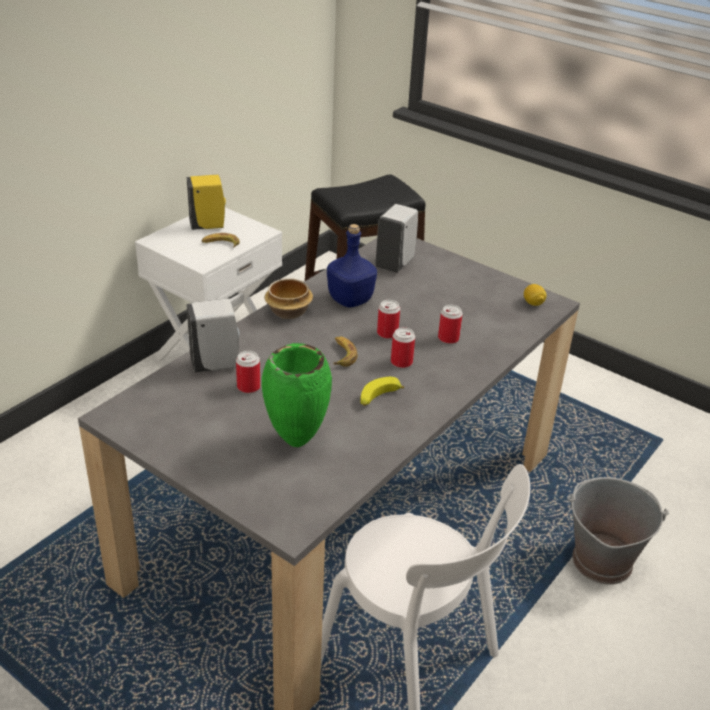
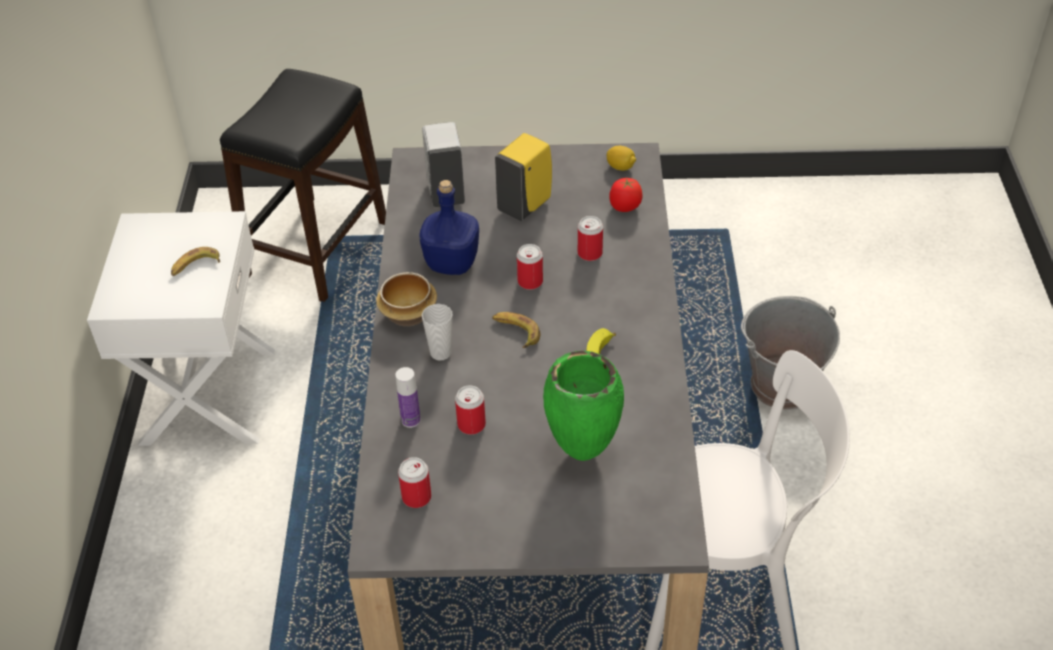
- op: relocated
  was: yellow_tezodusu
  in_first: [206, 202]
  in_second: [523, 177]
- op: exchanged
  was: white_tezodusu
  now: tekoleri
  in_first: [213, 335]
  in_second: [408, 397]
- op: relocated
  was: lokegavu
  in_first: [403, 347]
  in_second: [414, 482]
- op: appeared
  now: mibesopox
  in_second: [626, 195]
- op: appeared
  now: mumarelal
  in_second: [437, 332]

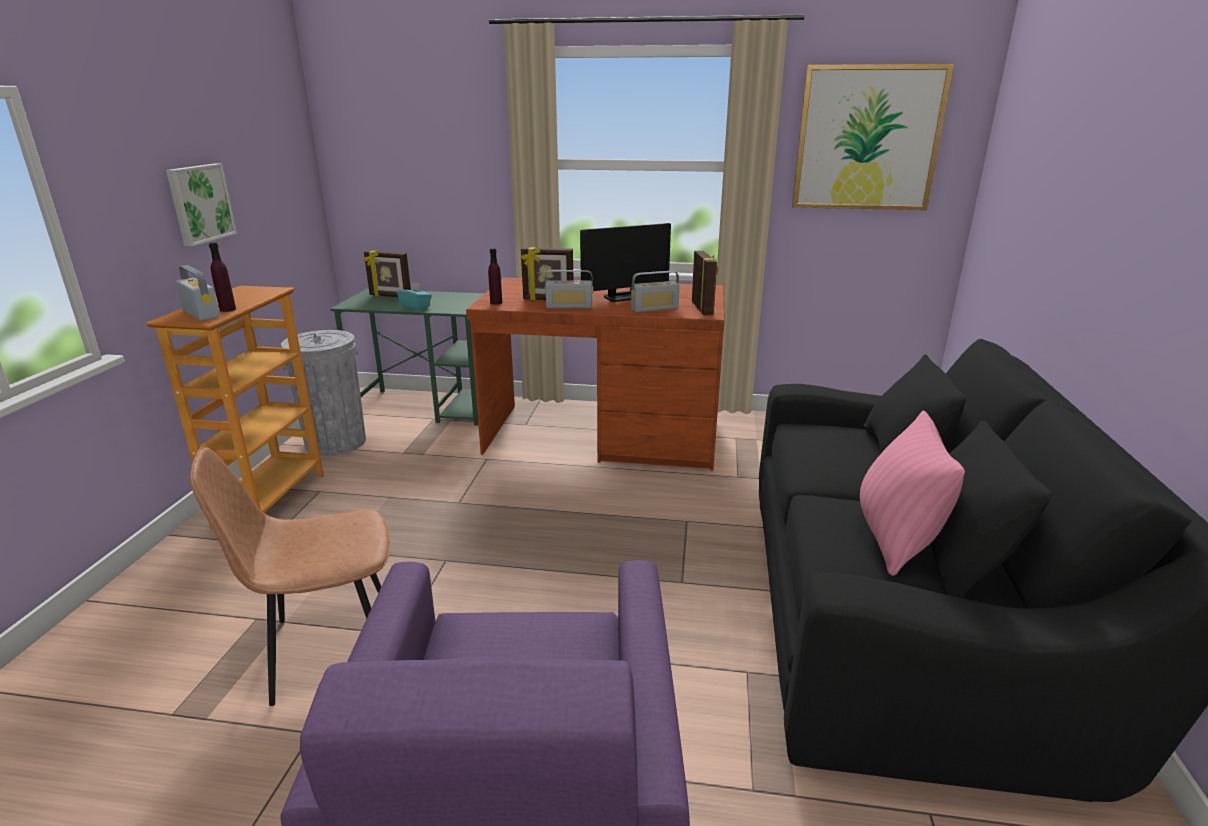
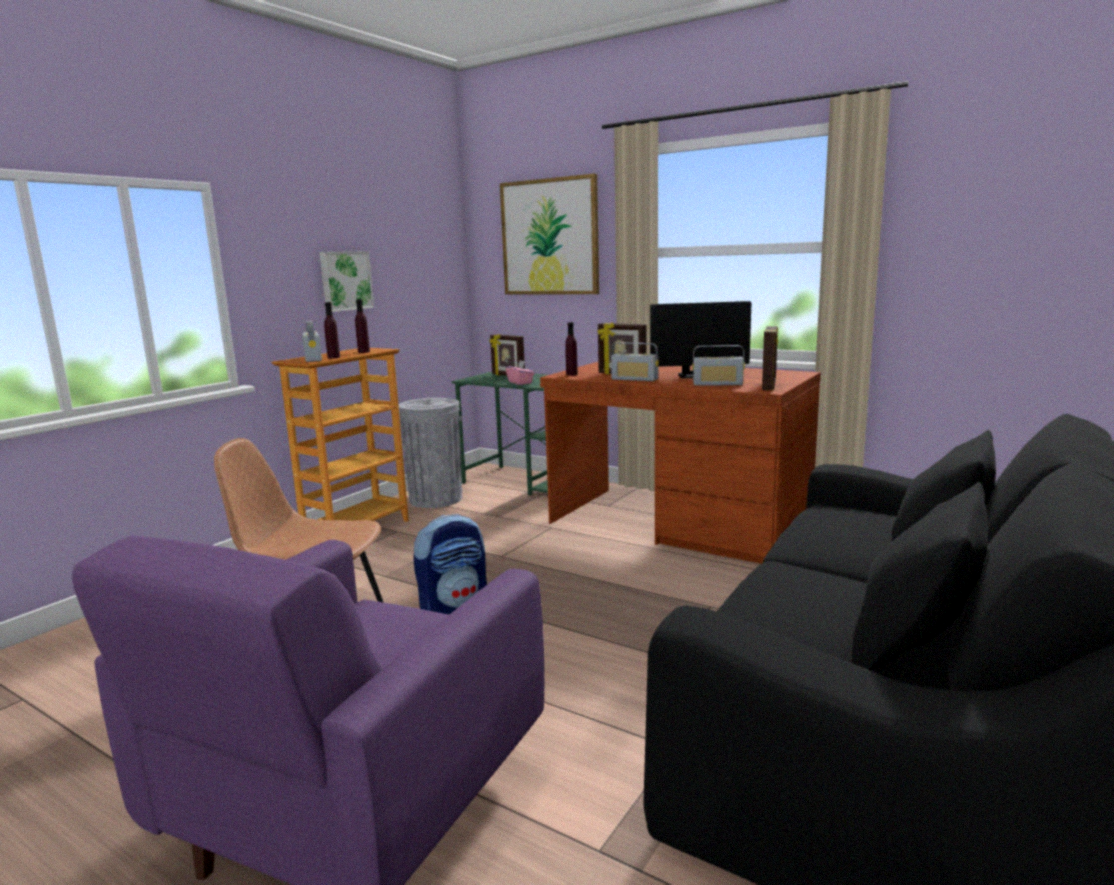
- op: relocated
  was: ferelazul
  in_first: [873, 137]
  in_second: [549, 234]
- op: colour
  was: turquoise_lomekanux
  now: pink_lomekanux
  in_first: [414, 296]
  in_second: [520, 373]
- op: missing
  was: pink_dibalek
  in_first: [912, 493]
- op: appeared
  now: purple_tekoleri
  in_second: [362, 326]
- op: appeared
  now: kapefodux
  in_second: [450, 564]

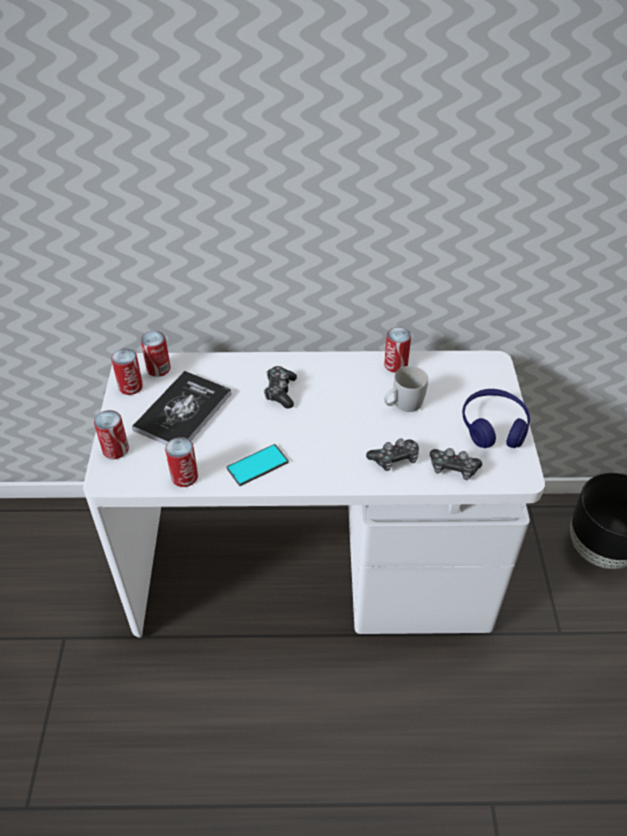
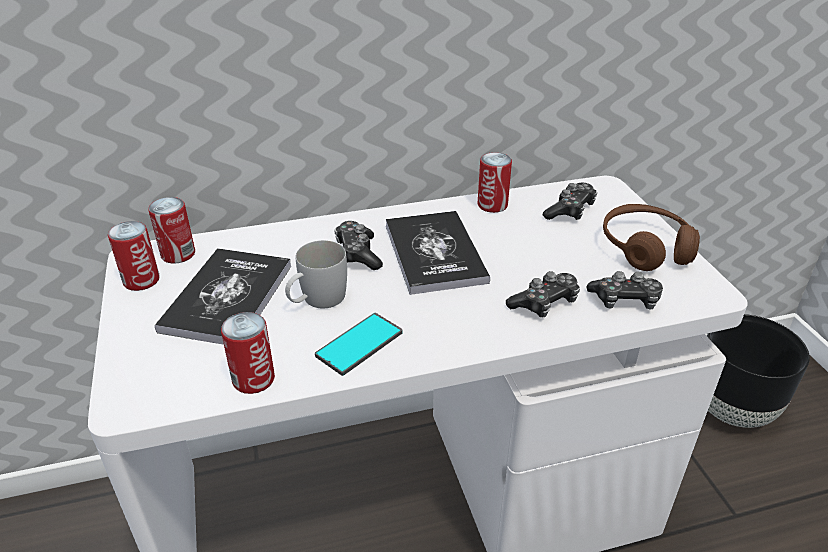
- op: relocated
  was: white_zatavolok
  in_first: [406, 389]
  in_second: [316, 274]
- op: colour
  was: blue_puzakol
  now: brown_puzakol
  in_first: [496, 418]
  in_second: [651, 237]
- op: missing
  was: lokegavu
  in_first: [111, 434]
- op: appeared
  now: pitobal
  in_second: [570, 201]
- op: appeared
  now: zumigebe
  in_second: [438, 253]

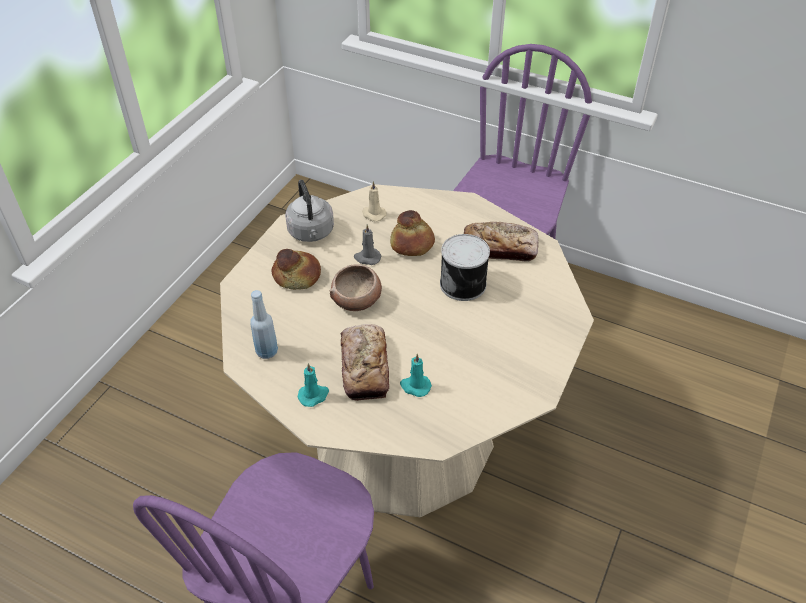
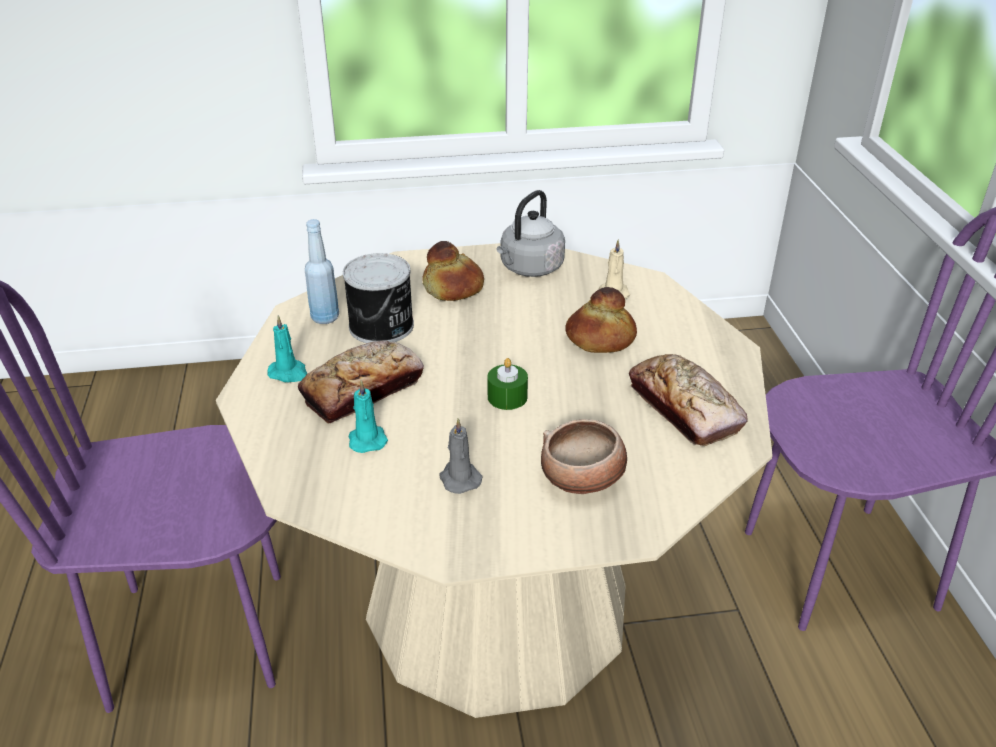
- op: relocated
  was: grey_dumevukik
  in_first: [367, 244]
  in_second: [461, 456]
- op: relocated
  was: lokegavu
  in_first: [465, 267]
  in_second: [378, 298]
- op: relocated
  was: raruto
  in_first: [356, 287]
  in_second: [584, 456]
- op: appeared
  now: green_dumevukik
  in_second: [507, 384]

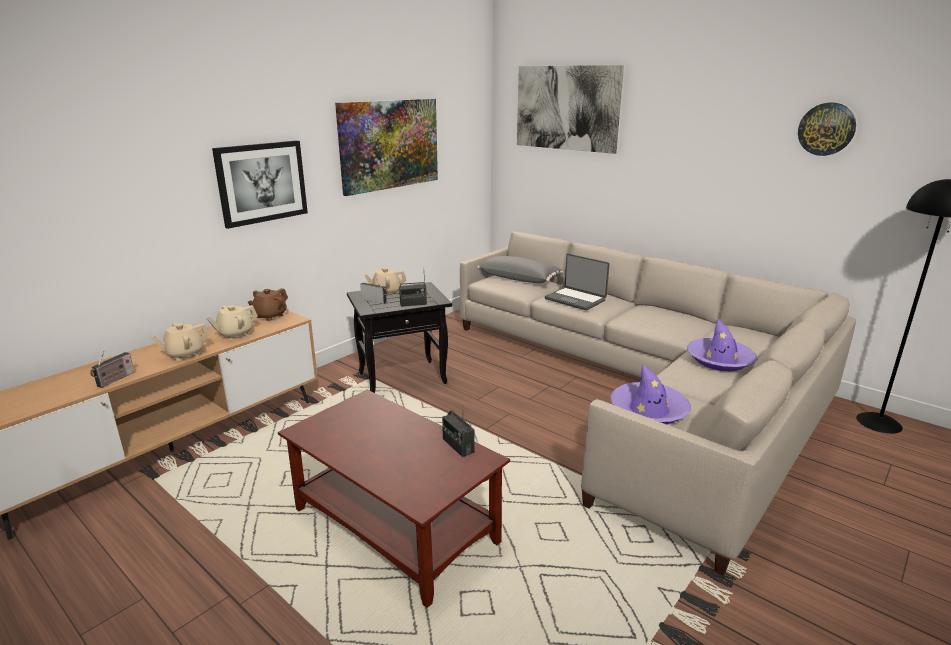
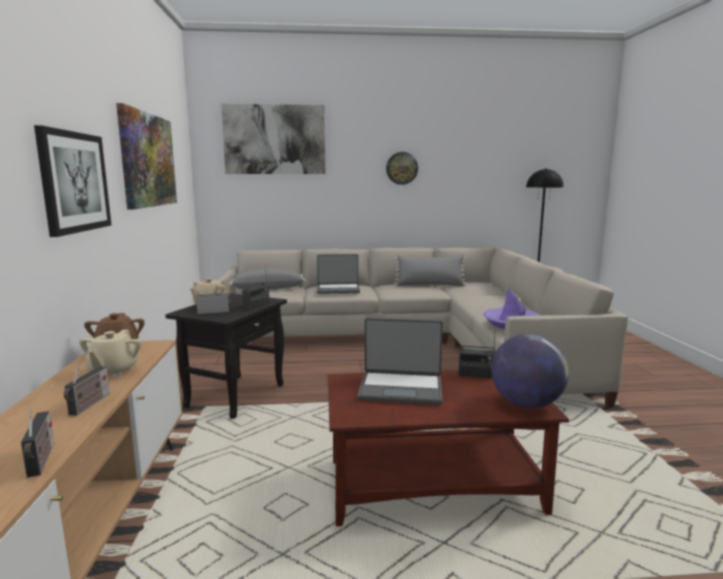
- op: relocated
  was: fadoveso
  in_first: [827, 129]
  in_second: [402, 168]
- op: missing
  was: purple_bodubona
  in_first: [722, 344]
- op: exchanged
  was: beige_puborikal
  now: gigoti
  in_first: [180, 342]
  in_second: [87, 389]
- op: appeared
  now: grey_dibalek
  in_second: [430, 270]
- op: appeared
  now: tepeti
  in_second: [400, 361]
- op: appeared
  now: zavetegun
  in_second: [530, 371]

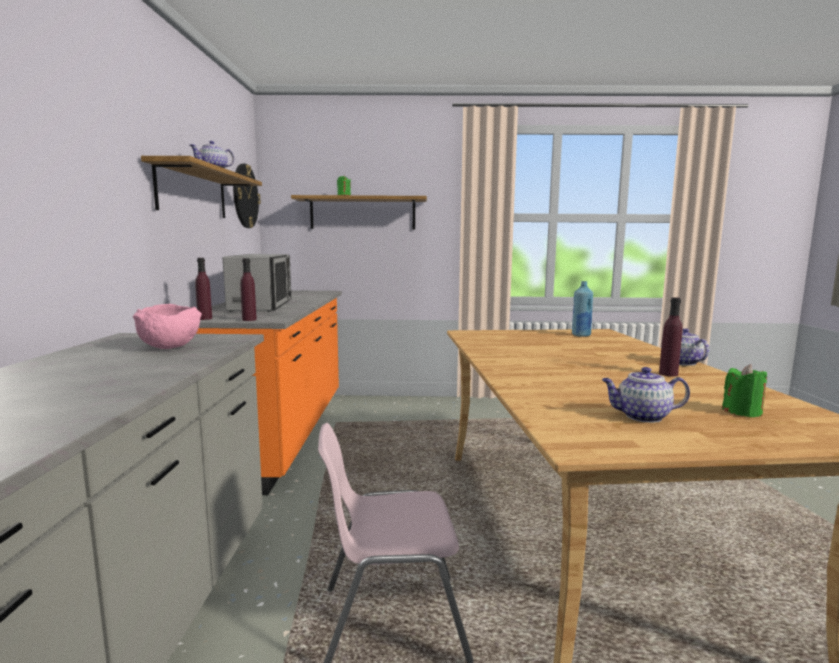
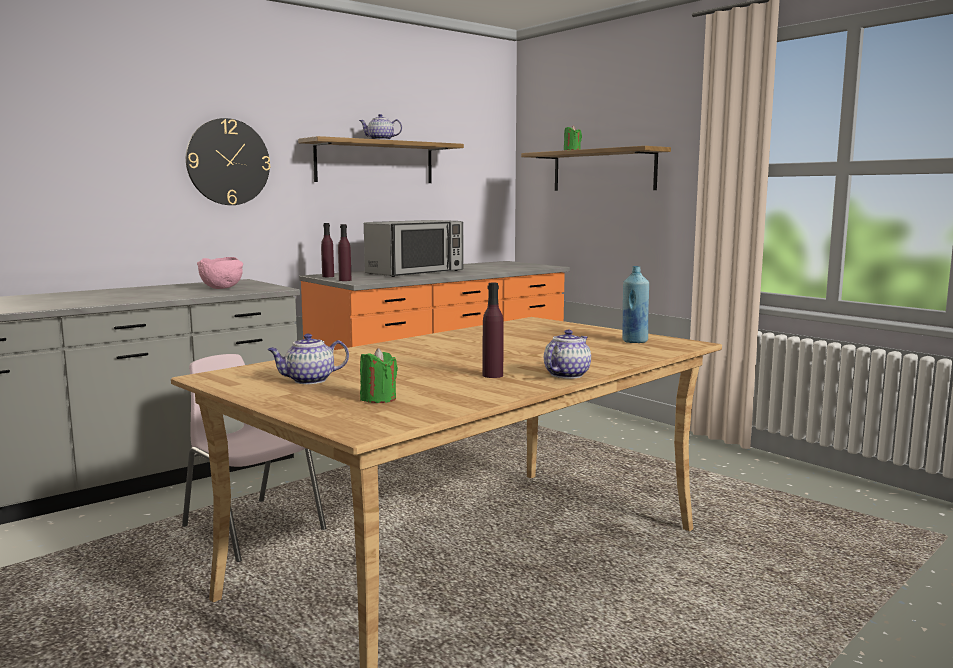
- op: relocated
  was: fadoveso
  in_first: [247, 196]
  in_second: [228, 161]
- op: spun
  was: puborikal
  in_first: [646, 395]
  in_second: [308, 359]
  clockwise: -75

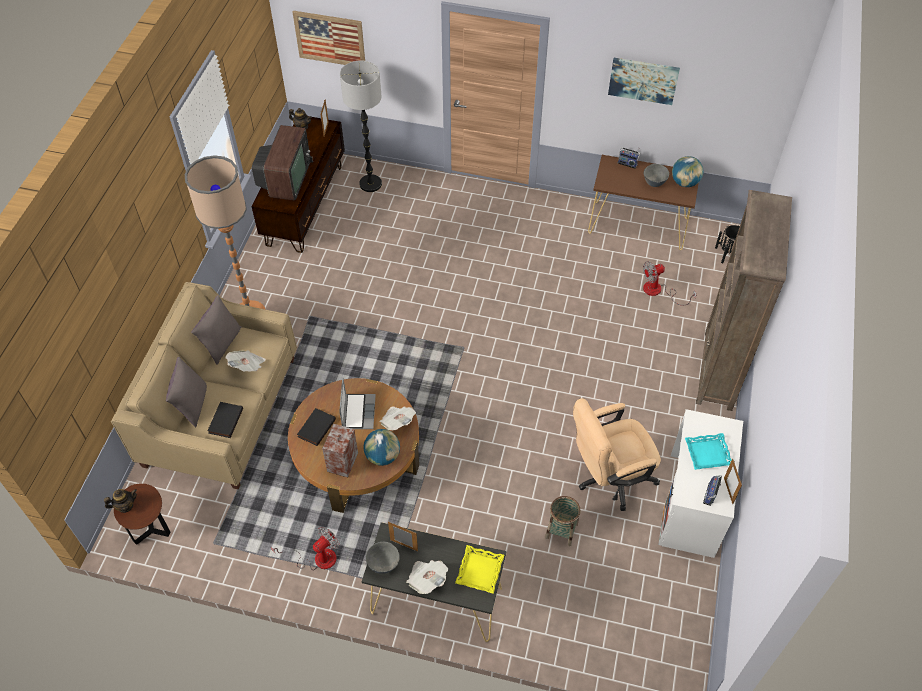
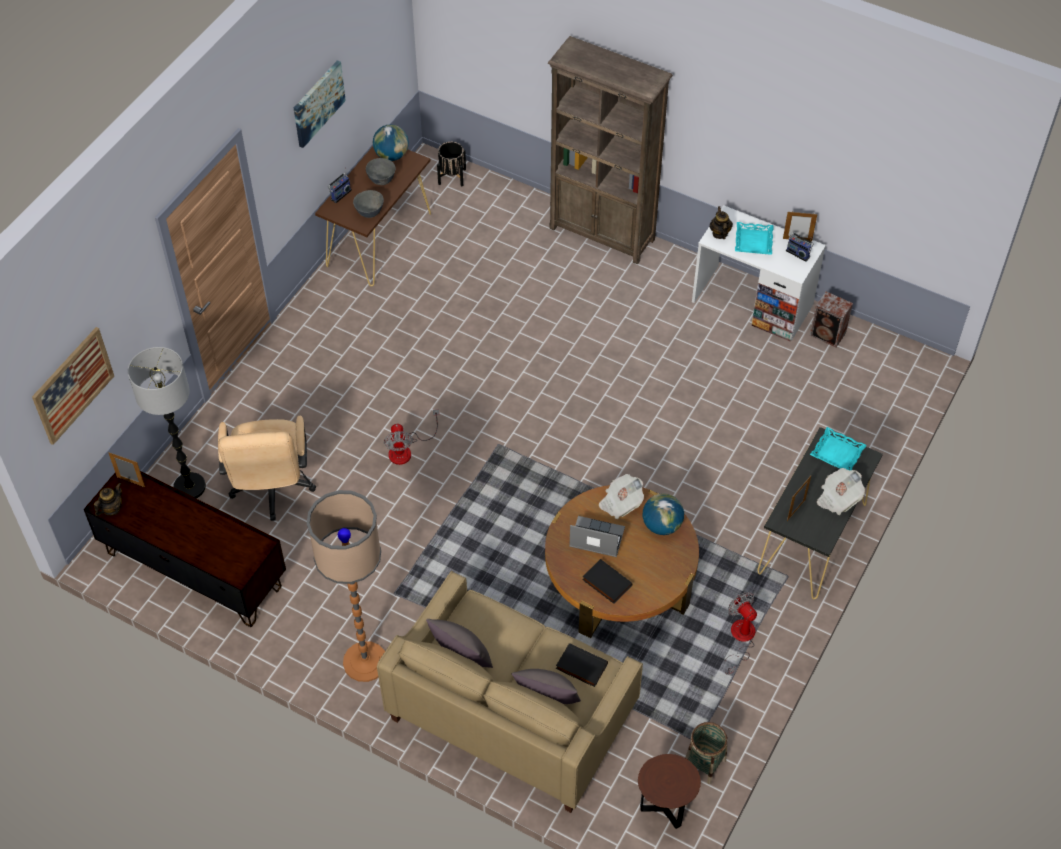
- op: missing
  was: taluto
  in_first: [282, 163]
- op: relocated
  was: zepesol
  in_first: [670, 283]
  in_second: [411, 437]
- op: missing
  was: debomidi
  in_first: [246, 361]
- op: relocated
  was: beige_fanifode
  in_first: [617, 454]
  in_second: [267, 468]
- op: relocated
  was: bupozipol
  in_first: [340, 450]
  in_second: [831, 319]
- op: relocated
  was: puborikal
  in_first: [120, 501]
  in_second: [721, 222]
- op: relocated
  was: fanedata
  in_first: [563, 521]
  in_second: [706, 753]
- op: relocated
  was: grey_raruto
  in_first: [383, 558]
  in_second: [368, 204]
- op: colour
  was: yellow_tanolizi
  now: turquoise_tanolizi
  in_first: [479, 569]
  in_second: [838, 448]

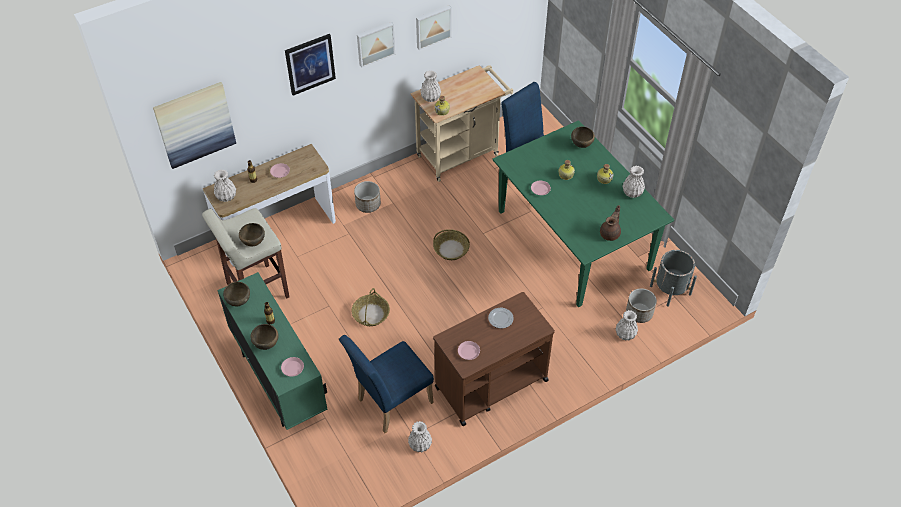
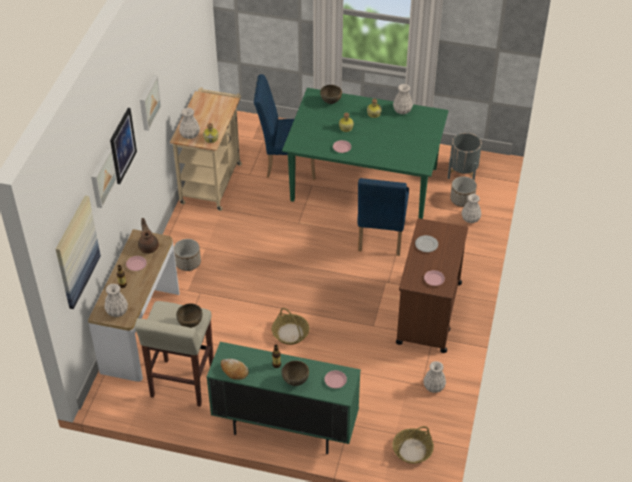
- op: relocated
  was: ferelazul
  in_first: [434, 27]
  in_second: [104, 178]
- op: relocated
  was: brown_puborikal
  in_first: [610, 223]
  in_second: [148, 236]
- op: relocated
  was: fanedata
  in_first: [451, 244]
  in_second: [413, 445]
- op: exchanged
  was: brown_raruto
  now: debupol
  in_first: [236, 294]
  in_second: [235, 369]
- op: relocated
  was: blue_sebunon
  in_first: [386, 384]
  in_second: [383, 217]

